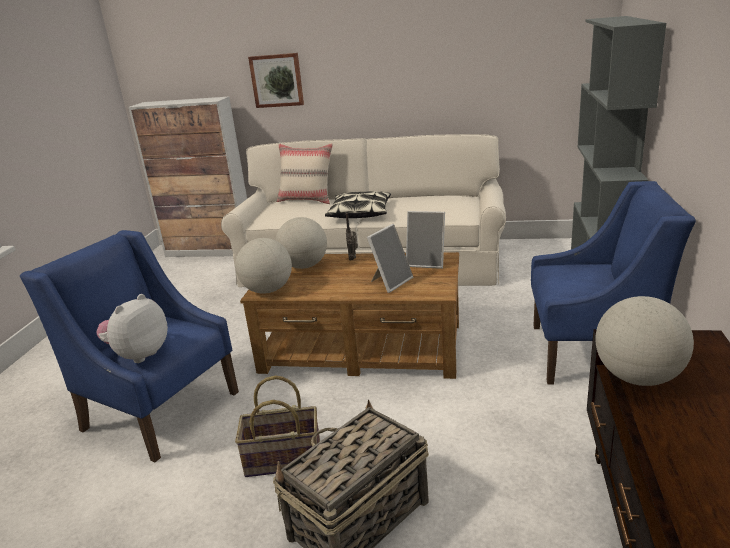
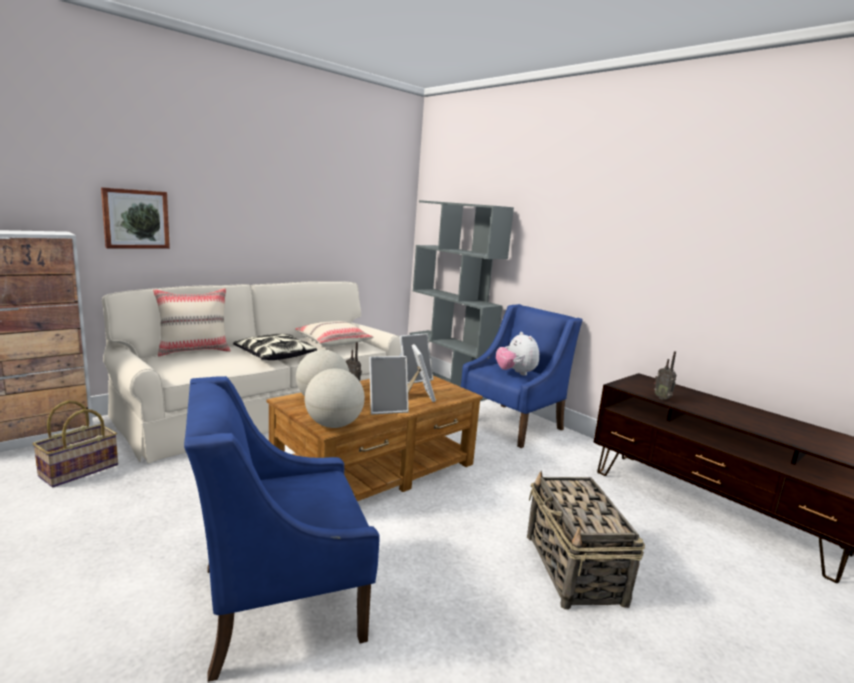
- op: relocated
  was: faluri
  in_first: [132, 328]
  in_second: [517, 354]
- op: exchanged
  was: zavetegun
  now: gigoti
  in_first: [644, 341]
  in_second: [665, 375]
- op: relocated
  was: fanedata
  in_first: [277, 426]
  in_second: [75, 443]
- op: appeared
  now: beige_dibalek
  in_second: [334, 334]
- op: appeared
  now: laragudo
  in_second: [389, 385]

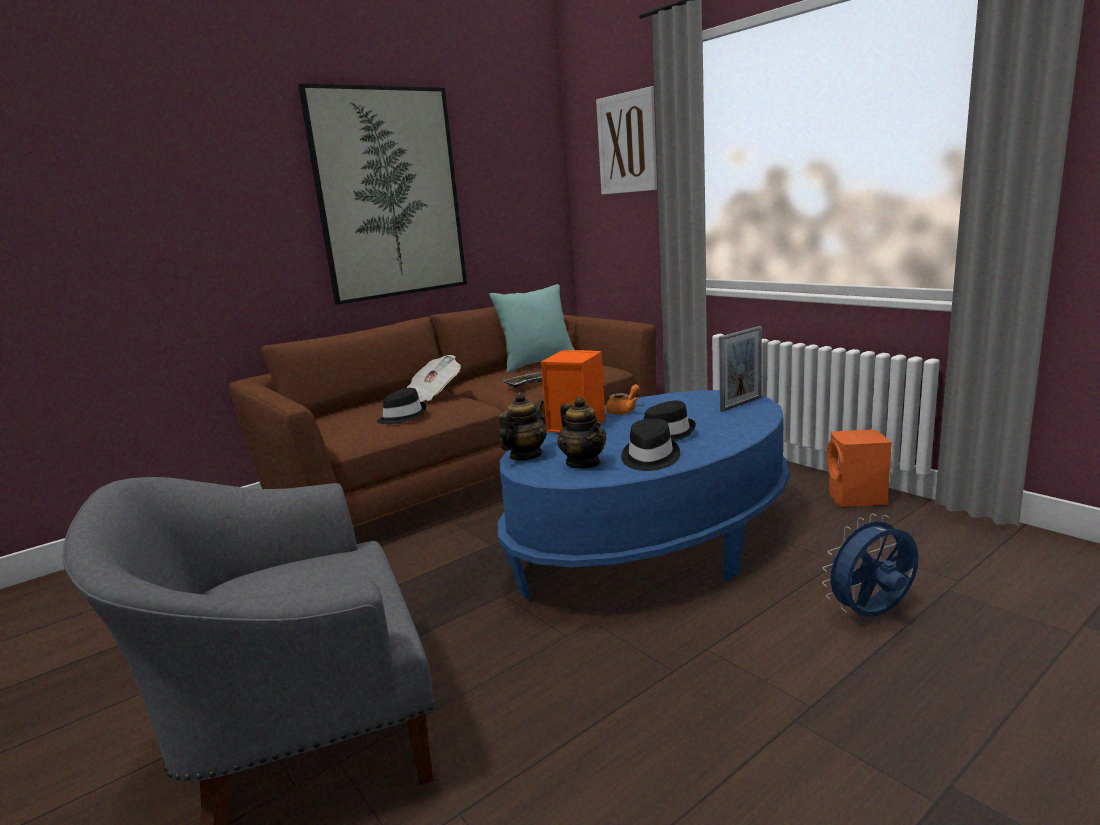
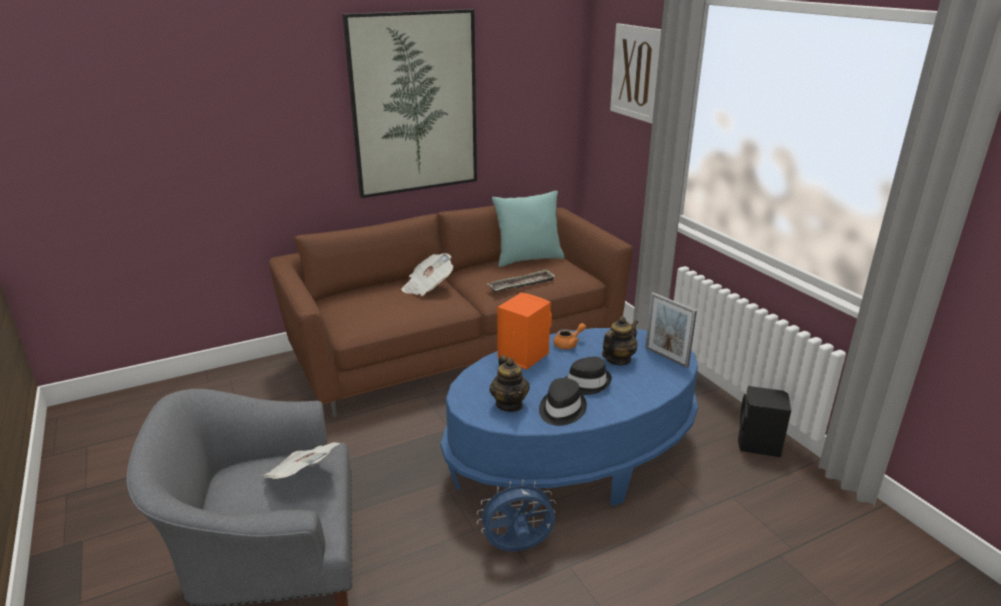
- op: spun
  was: laragudo
  in_first: [740, 369]
  in_second: [671, 330]
  clockwise: 75
- op: missing
  was: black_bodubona
  in_first: [402, 406]
- op: relocated
  was: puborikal
  in_first: [523, 426]
  in_second: [620, 340]
- op: colour
  was: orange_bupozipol
  now: black_bupozipol
  in_first: [859, 468]
  in_second: [764, 421]
- op: relocated
  was: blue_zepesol
  in_first: [870, 565]
  in_second: [516, 515]
- op: appeared
  now: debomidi
  in_second: [301, 460]

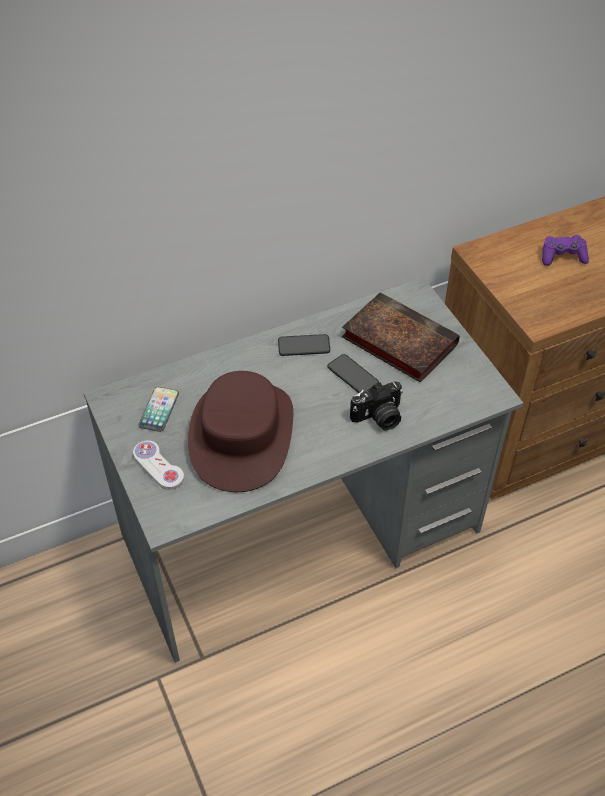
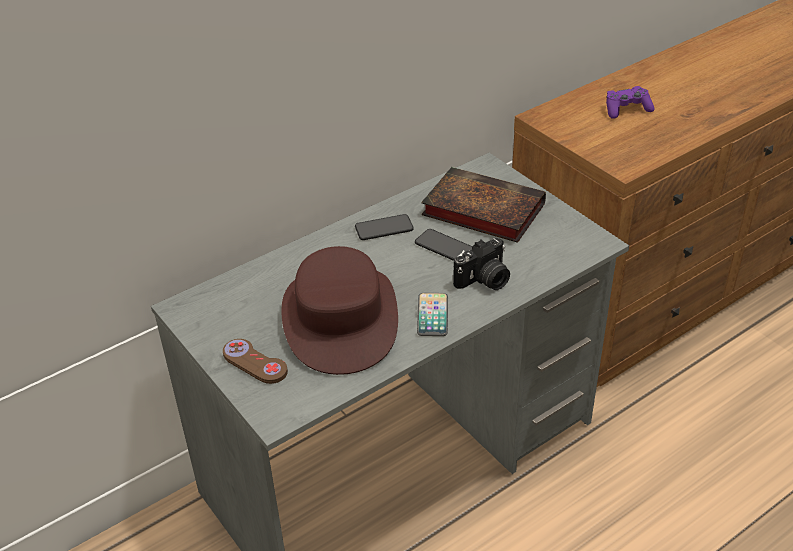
- op: relocated
  was: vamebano
  in_first: [159, 409]
  in_second: [432, 314]
- op: colour
  was: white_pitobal
  now: brown_pitobal
  in_first: [158, 465]
  in_second: [255, 361]

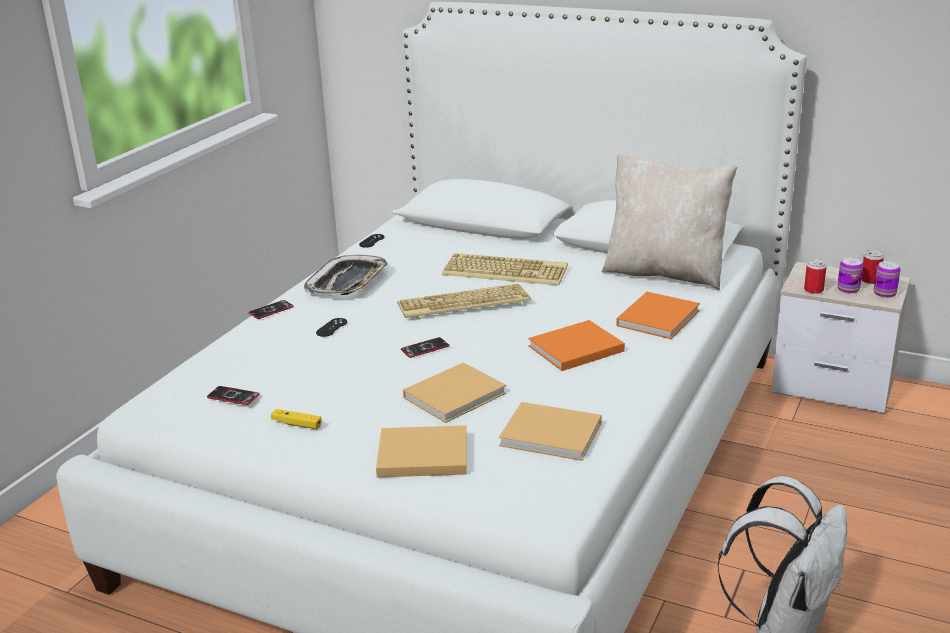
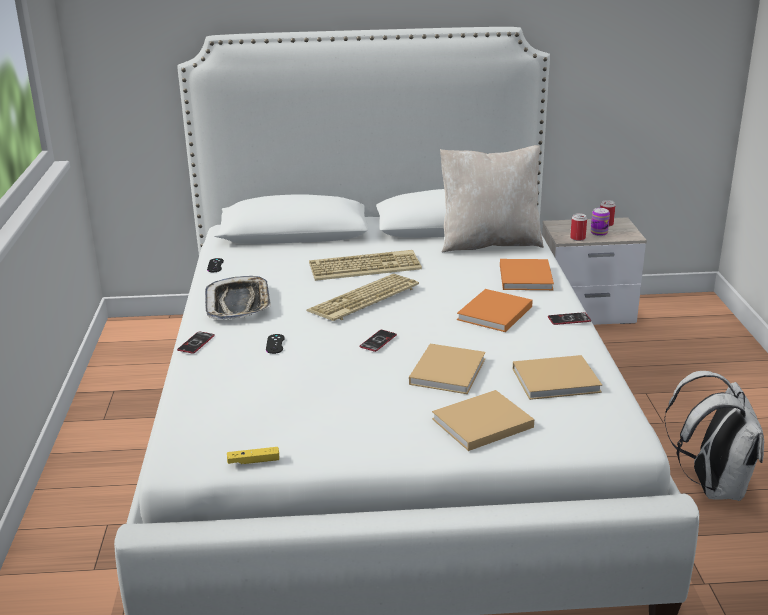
- op: missing
  was: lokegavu
  in_first: [887, 279]
- op: relocated
  was: vamebano
  in_first: [233, 395]
  in_second: [569, 318]
- op: relocated
  was: yellow_pitobal
  in_first: [296, 419]
  in_second: [253, 455]

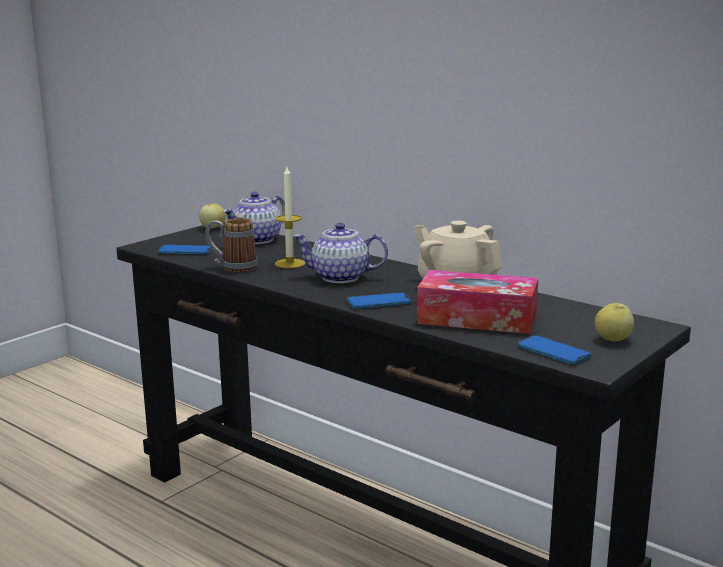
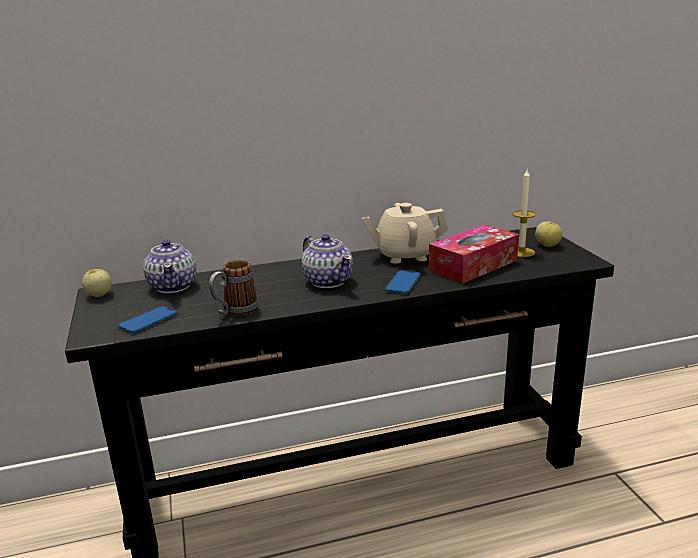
- op: relocated
  was: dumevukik
  in_first: [290, 217]
  in_second: [524, 213]
- op: spun
  was: puborikal
  in_first: [340, 253]
  in_second: [327, 261]
  clockwise: -75
- op: missing
  was: vamebano
  in_first: [554, 349]

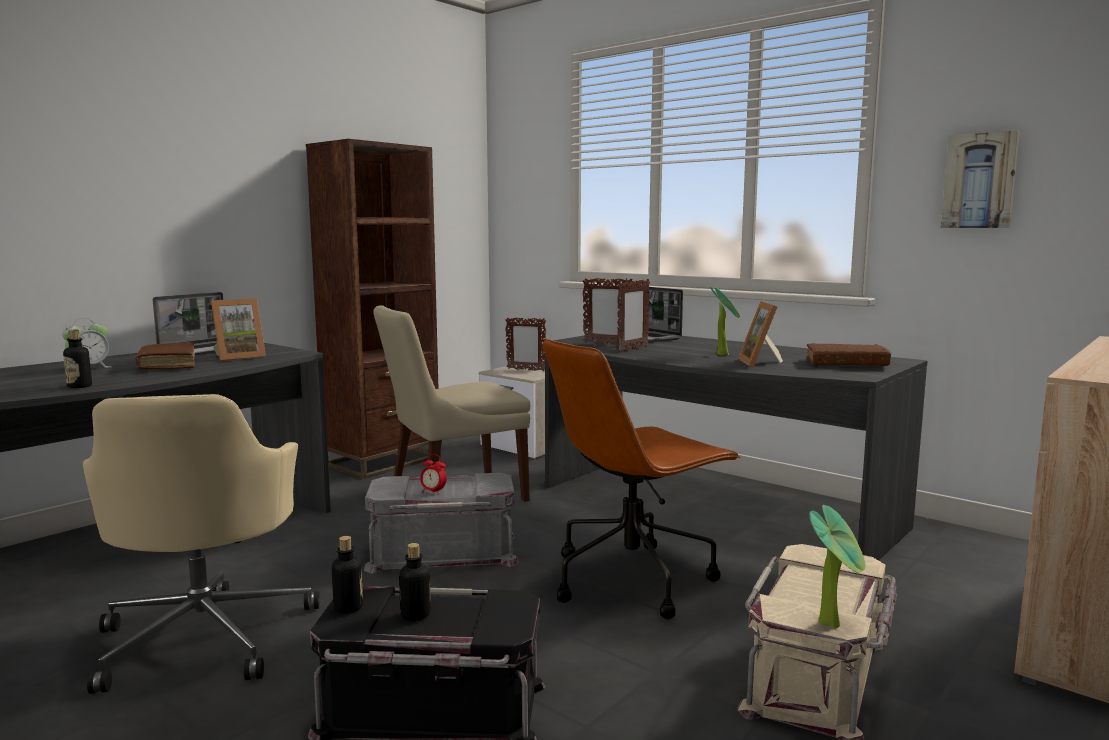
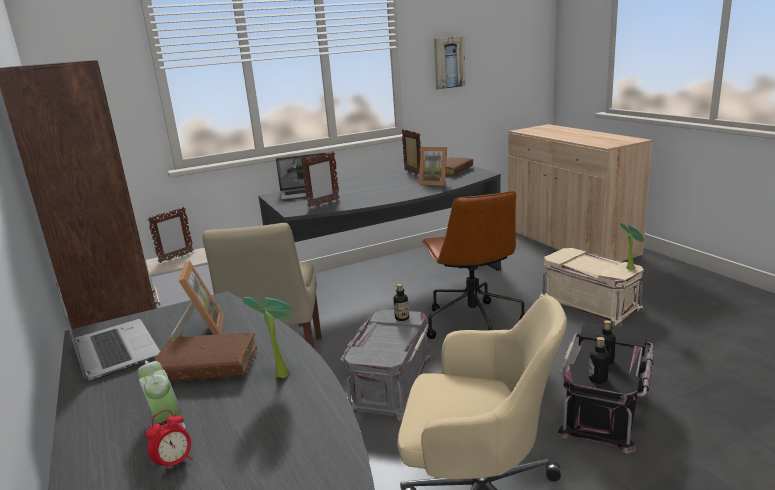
- op: relocated
  was: laragudo
  in_first: [633, 315]
  in_second: [411, 151]
- op: relocated
  was: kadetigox
  in_first: [725, 321]
  in_second: [268, 337]
- op: relocated
  was: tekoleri
  in_first: [77, 359]
  in_second: [401, 302]
- op: relocated
  was: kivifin
  in_first: [433, 474]
  in_second: [168, 442]

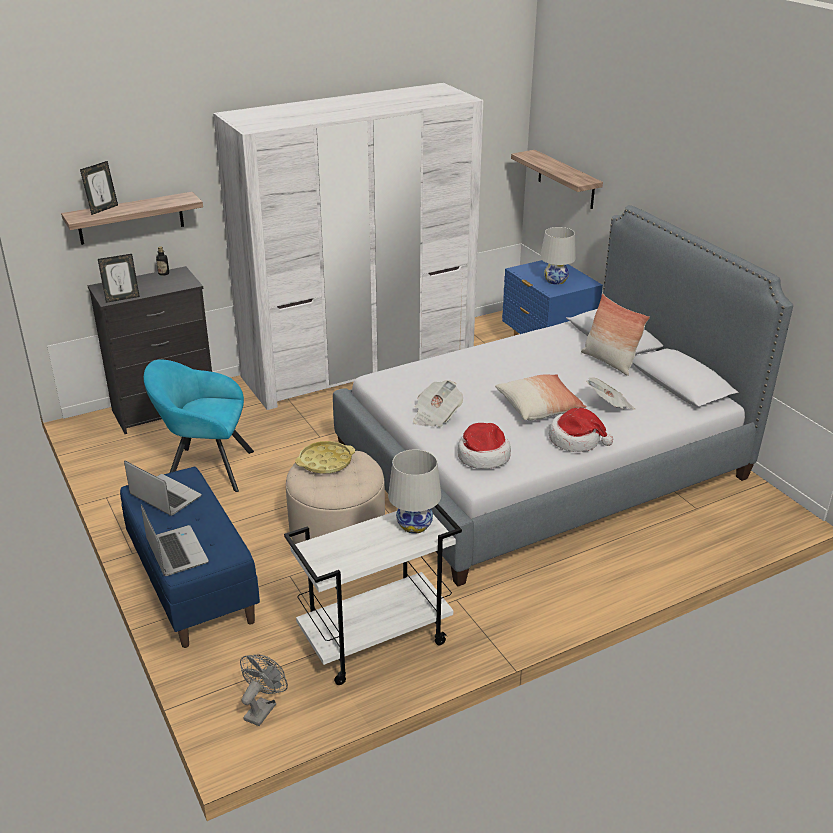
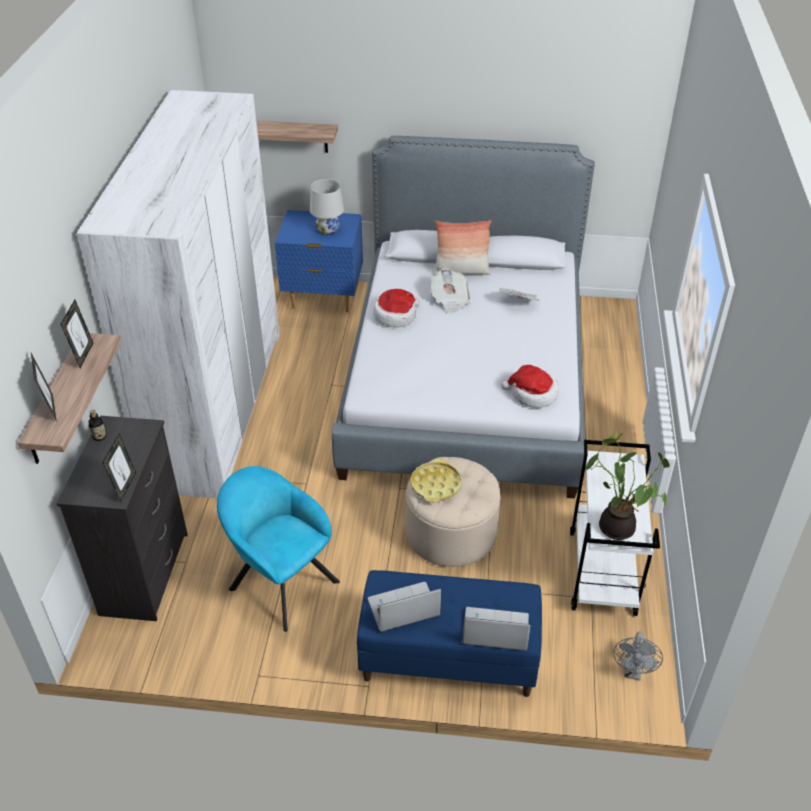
- op: spun
  was: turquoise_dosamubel
  in_first: [199, 425]
  in_second: [278, 549]
  clockwise: 90
- op: missing
  was: dibalek
  in_first: [541, 397]
- op: relocated
  was: debomidi
  in_first: [438, 403]
  in_second: [450, 291]
- op: relocated
  was: bodubona
  in_first: [581, 430]
  in_second: [396, 308]
- op: missing
  was: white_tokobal
  in_first: [414, 491]
- op: spun
  was: grey_zepesol
  in_first: [264, 690]
  in_second: [638, 656]
  clockwise: -135
- op: appeared
  now: laragudo
  in_second: [76, 334]
- op: appeared
  now: kadetigox
  in_second: [627, 486]

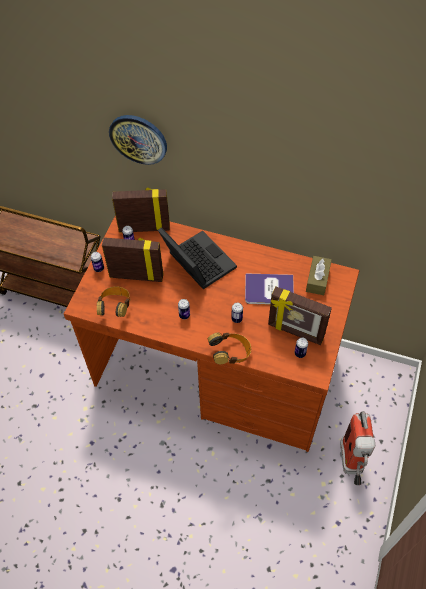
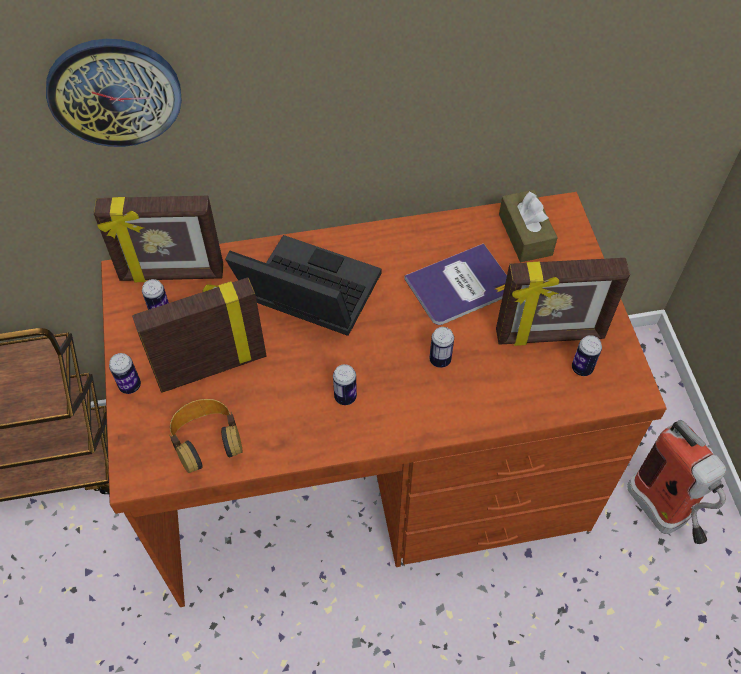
- op: spun
  was: laragudo
  in_first: [141, 210]
  in_second: [158, 239]
  clockwise: -150
- op: missing
  was: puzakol
  in_first: [229, 348]

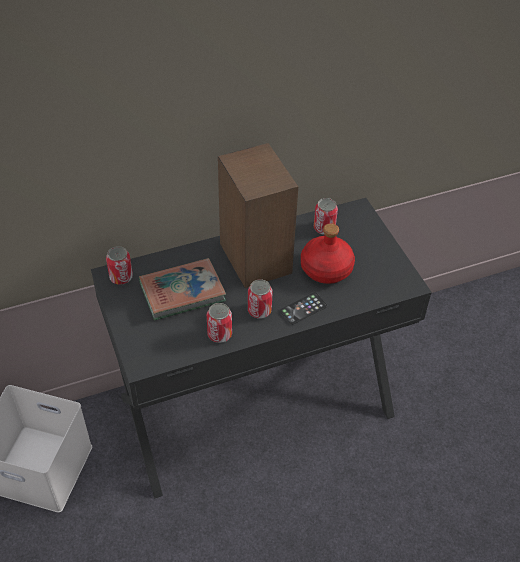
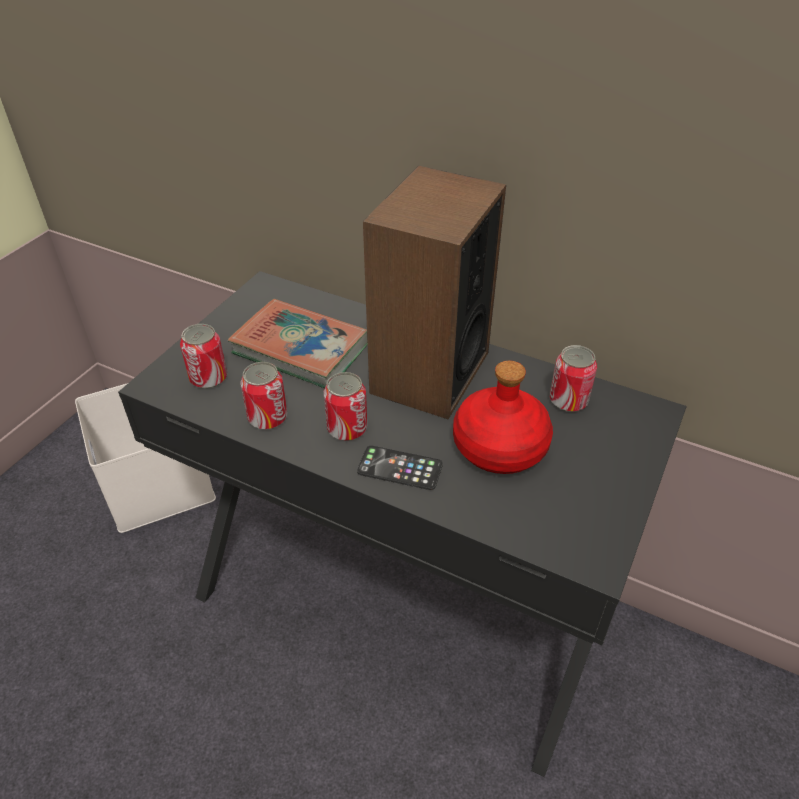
- op: relocated
  was: lokegavu
  in_first: [119, 265]
  in_second: [203, 356]

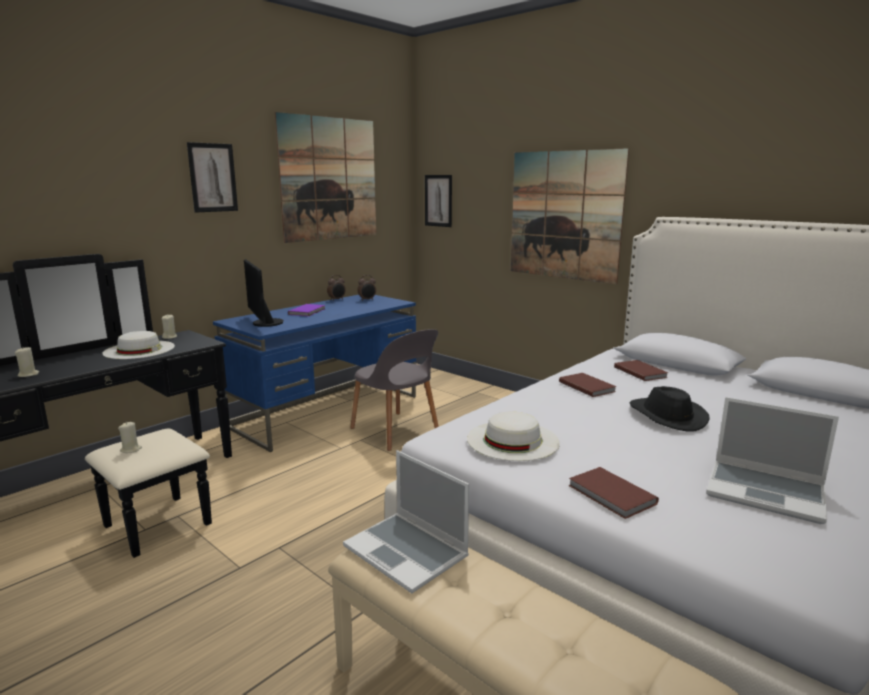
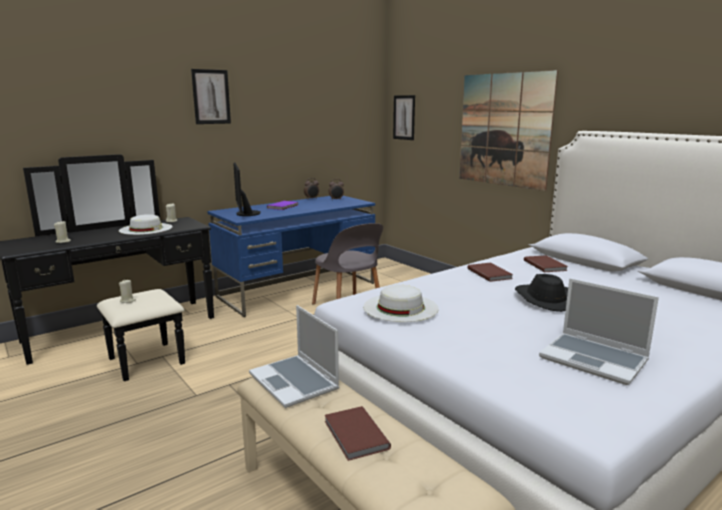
- op: missing
  was: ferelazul
  in_first: [325, 177]
- op: relocated
  was: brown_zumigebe
  in_first: [613, 493]
  in_second: [358, 433]

